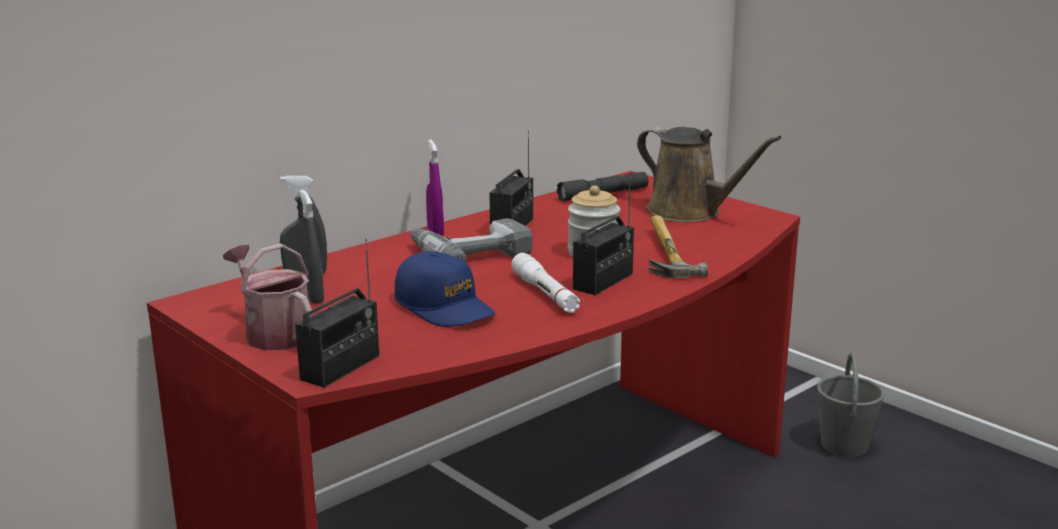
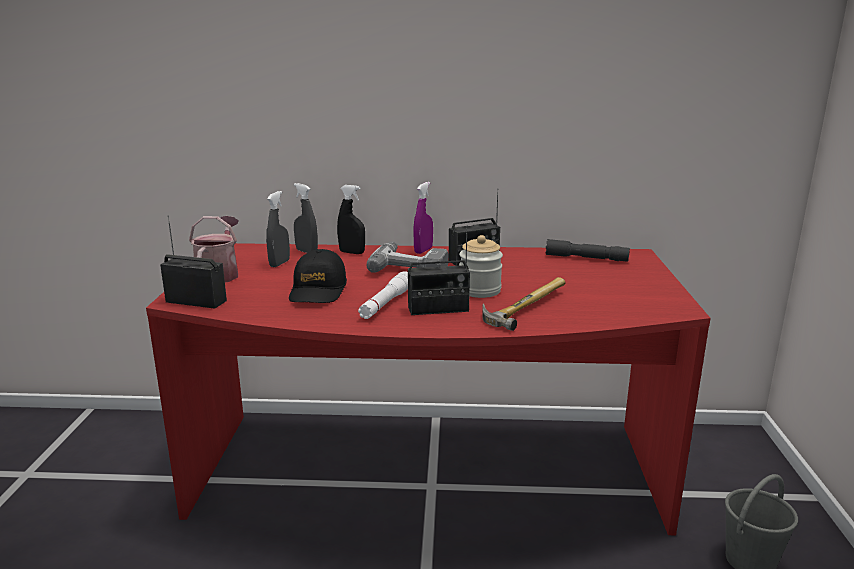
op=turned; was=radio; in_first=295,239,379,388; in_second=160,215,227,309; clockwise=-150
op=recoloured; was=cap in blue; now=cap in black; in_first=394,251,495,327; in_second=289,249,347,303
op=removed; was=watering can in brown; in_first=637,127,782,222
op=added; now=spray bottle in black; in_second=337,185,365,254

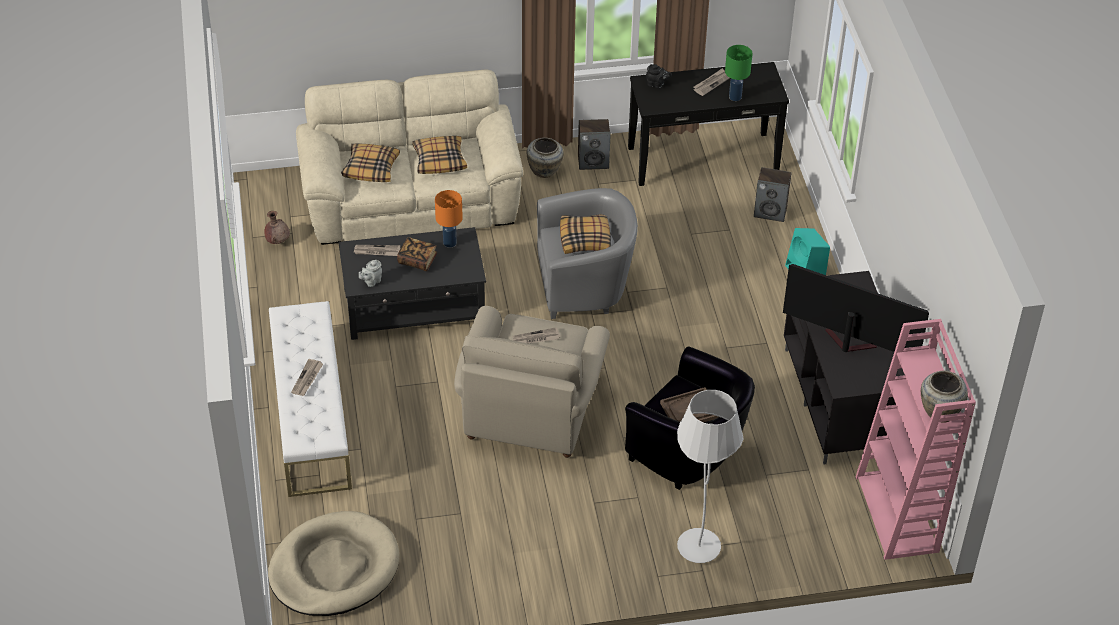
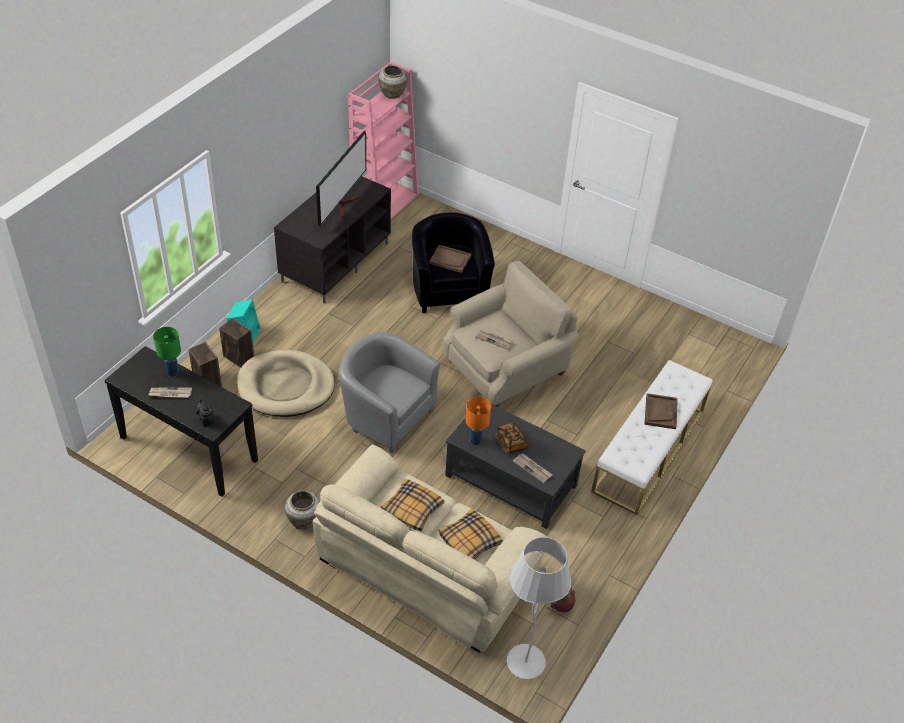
op=moved; was=dog bed in beige; in_first=268,511,399,616; in_second=237,350,335,417
op=replaced; was=newspaper; now=tray in brown; in_first=291,359,323,396; in_second=644,393,678,429
op=removed; was=teapot in grey; in_first=359,260,382,287
op=removed; was=pillow; in_first=560,214,611,254
op=moved; was=speaker; in_first=578,119,611,170; in_second=219,318,254,368
op=moved; was=floor lamp in white; in_first=677,390,743,563; in_second=507,537,571,679
op=turned; was=television; in_first=783,264,929,352; in_second=316,131,366,226; clockwise=-135

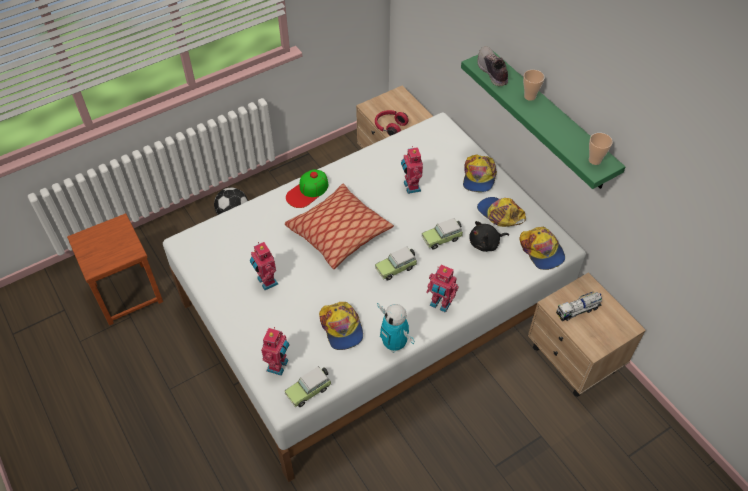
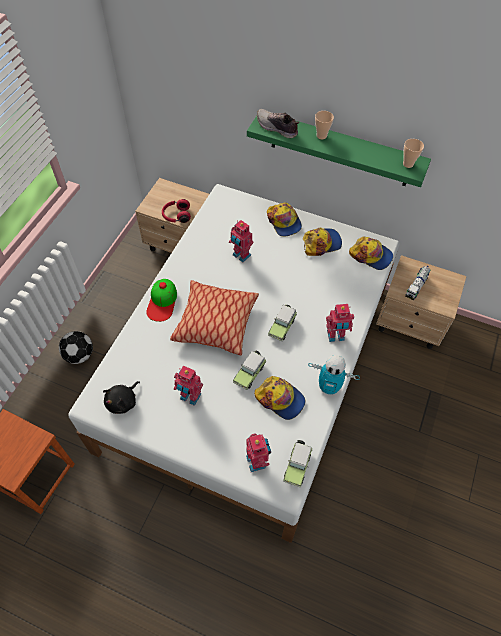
op=moved; was=toy car; in_first=422,218,463,250; in_second=233,351,266,390
op=moved; was=plush toy in black; in_first=469,221,509,252; in_second=103,381,140,414
op=turned; was=cap; in_first=477,197,526,227; in_second=303,228,342,256; clockwise=150

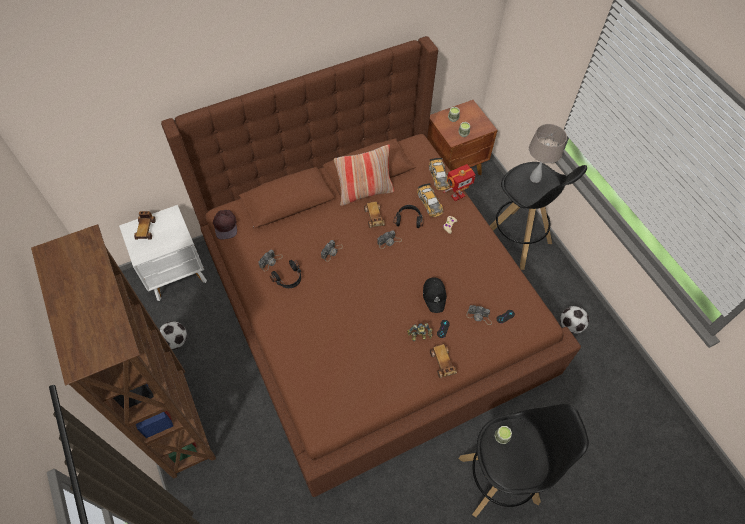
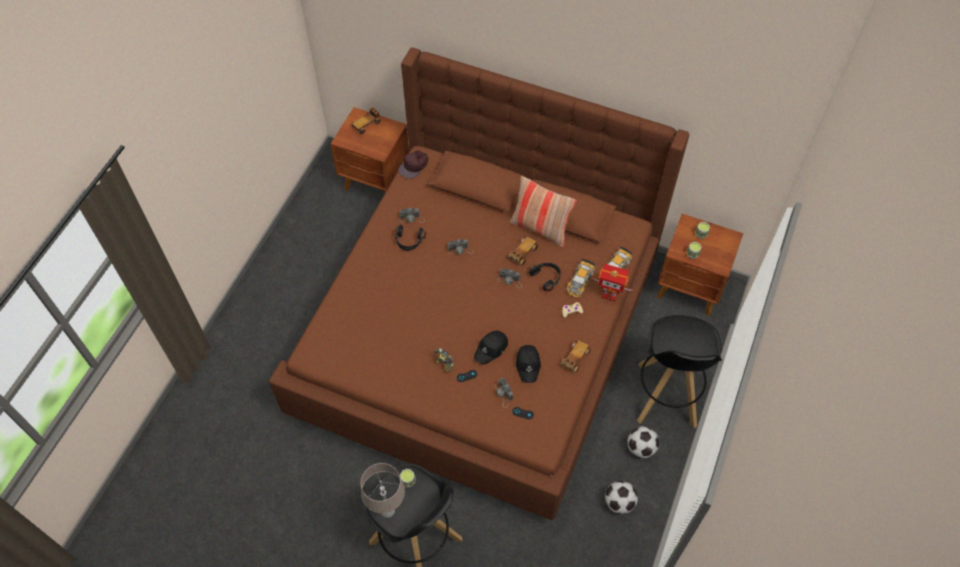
op=removed; was=bookcase in brown; in_first=31,224,216,479
op=recoloured; was=nightstand in white; now=nightstand in brown; in_first=119,205,207,301; in_second=330,107,409,193
op=moved; was=football; in_first=159,321,187,350; in_second=627,426,659,458
op=moved; was=toy car; in_first=430,344,457,378; in_second=560,340,591,373
op=moved; was=table lamp in beige; in_first=529,124,567,183; in_second=360,463,405,518
op=added; now=cap in black; in_second=516,345,541,383

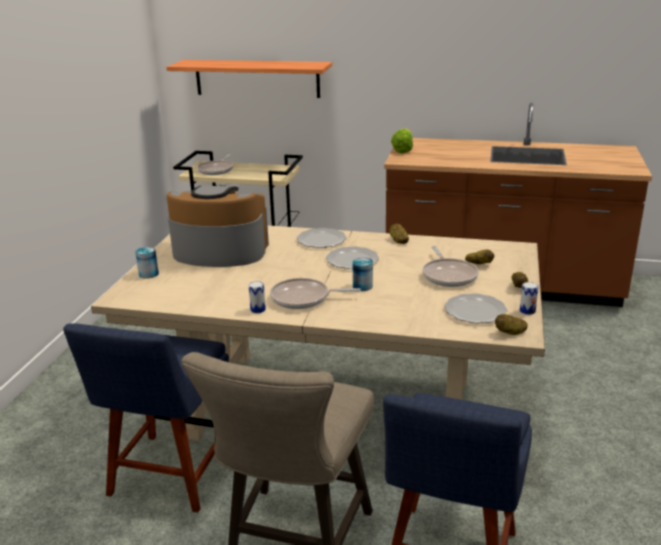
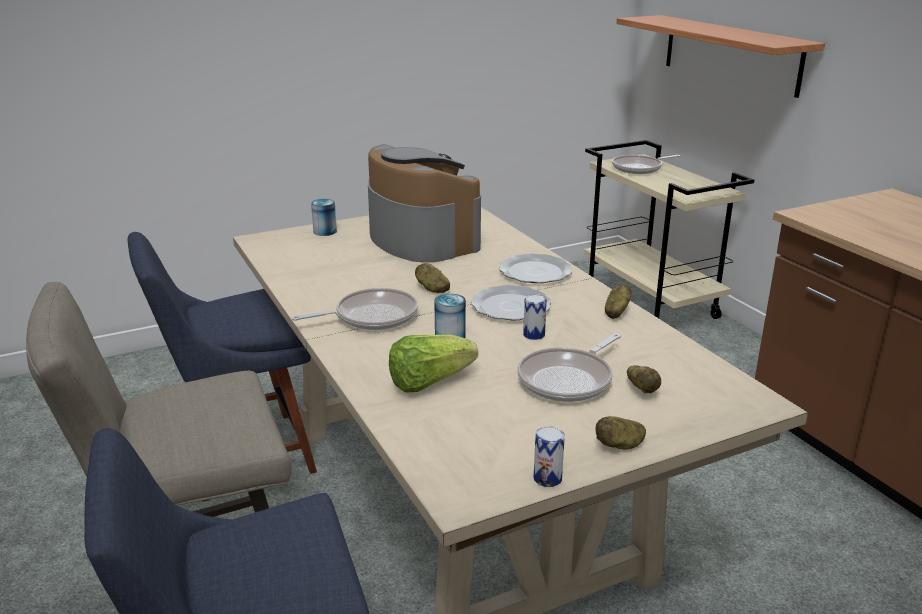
op=moved; was=can; in_first=249,281,266,313; in_second=523,294,547,340
op=turned; was=frying pan; in_first=270,278,361,309; in_second=292,288,418,330; clockwise=105
op=moved; was=lettuce; in_first=391,128,413,153; in_second=389,334,478,392
op=removed; was=plate; in_first=444,293,507,323
op=moved; was=potato; in_first=495,314,528,335; in_second=415,263,450,293

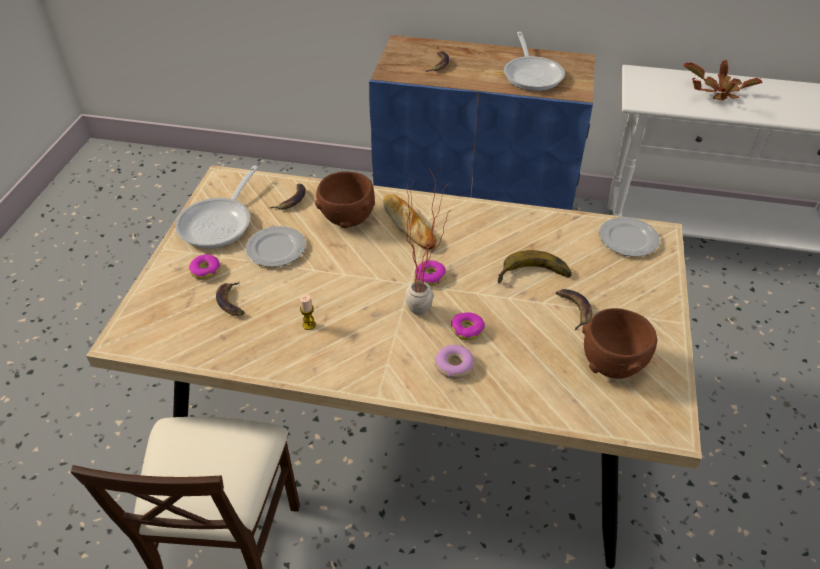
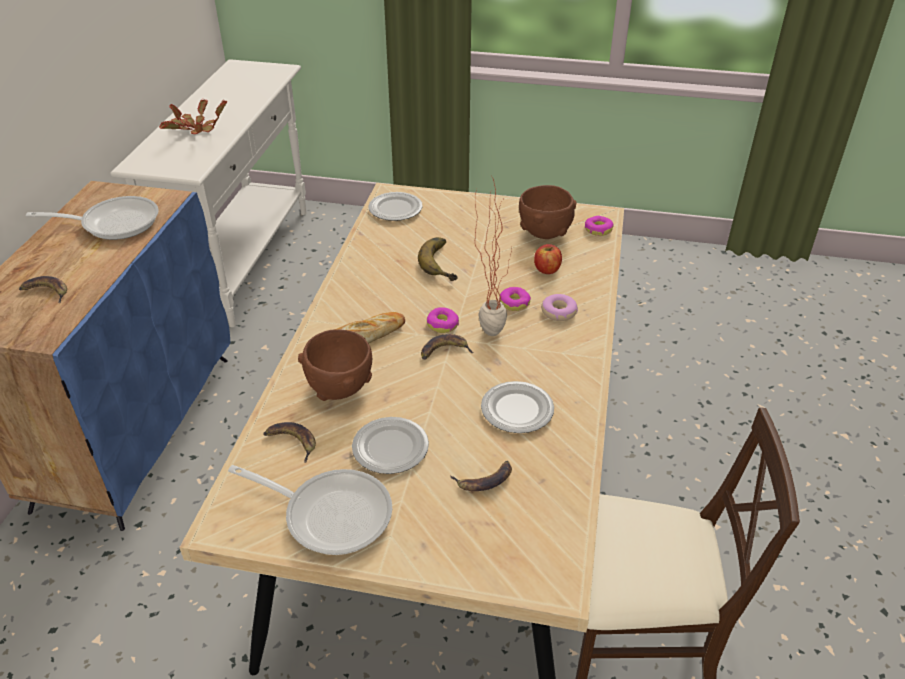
op=moved; was=donut; in_first=189,254,220,280; in_second=585,216,614,236
op=replaced; was=candle; now=plate; in_first=300,295,316,330; in_second=481,381,554,433
op=moved; was=banana; in_first=556,289,592,330; in_second=421,334,473,360
op=added; now=apple; in_second=534,244,562,274

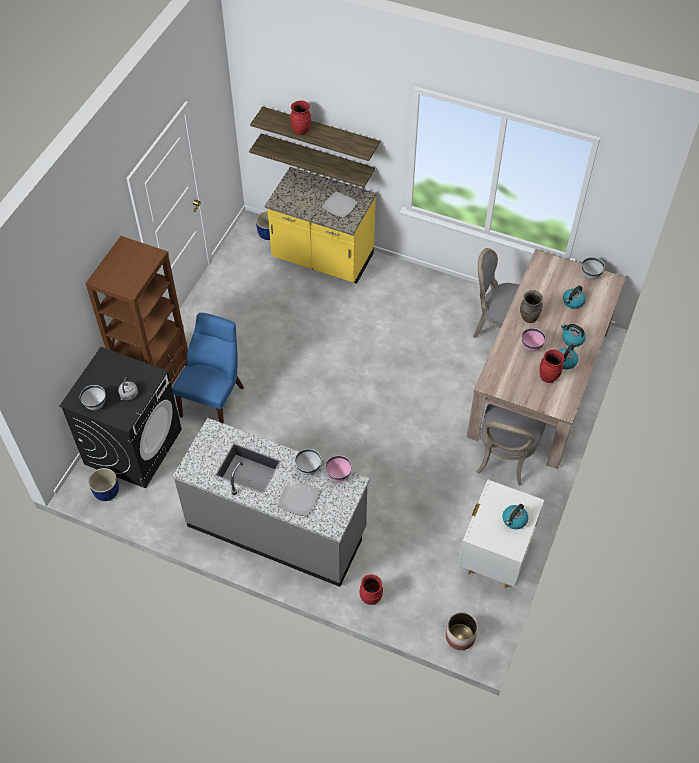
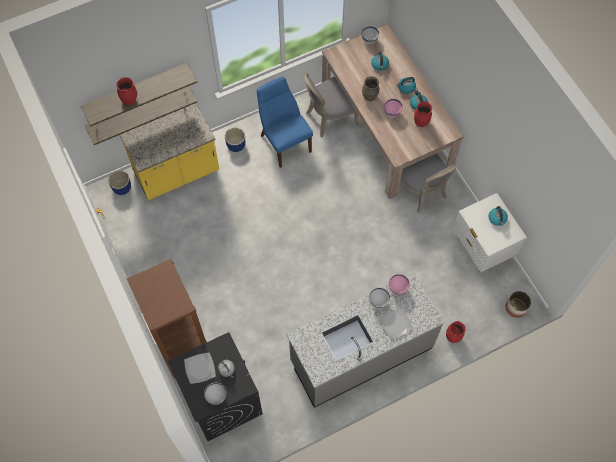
op=moved; was=planter in blue; in_first=88,468,119,501; in_second=225,128,245,152
op=moved; was=chair in blue; in_first=172,313,244,424; in_second=257,77,313,168
op=moved; was=plate; in_first=322,192,358,218; in_second=184,352,216,384

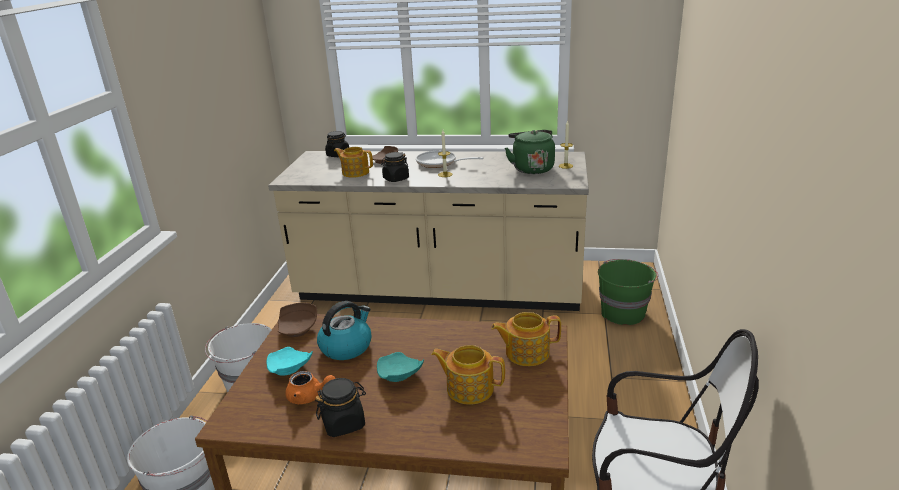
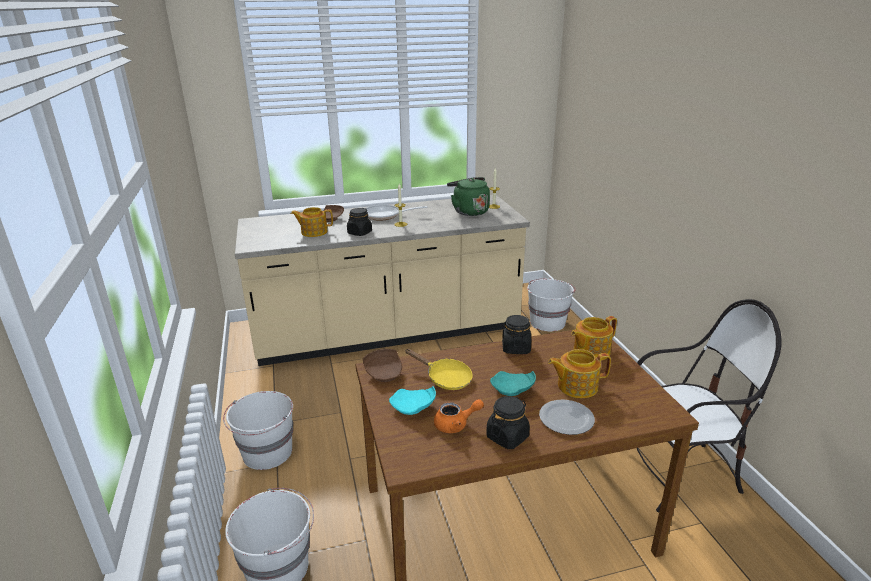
op=replaced; was=kettle; now=frying pan in yellow; in_first=317,301,372,360; in_second=405,349,473,390
op=moved; was=jar in black; in_first=325,131,349,157; in_second=502,315,531,354
op=recoloured; was=bucket in green; now=bucket in white; in_first=598,259,658,325; in_second=527,279,576,332
op=added; now=plate; in_second=539,400,595,435

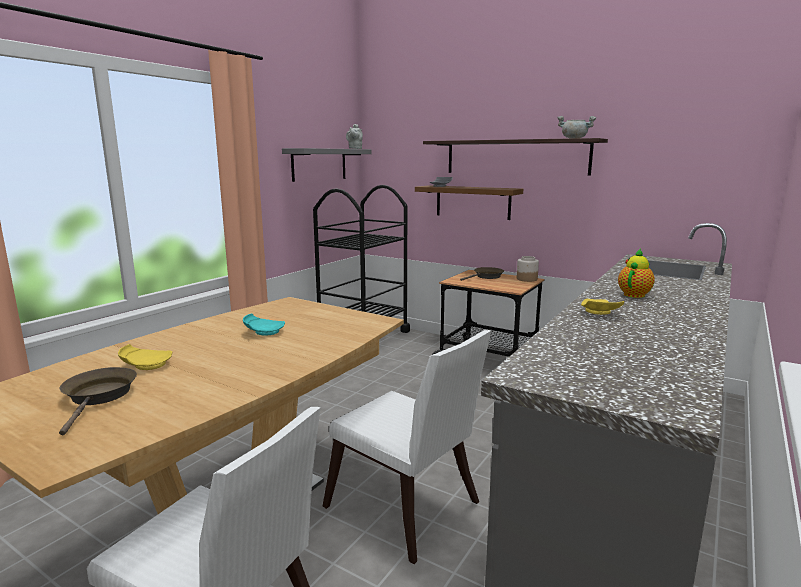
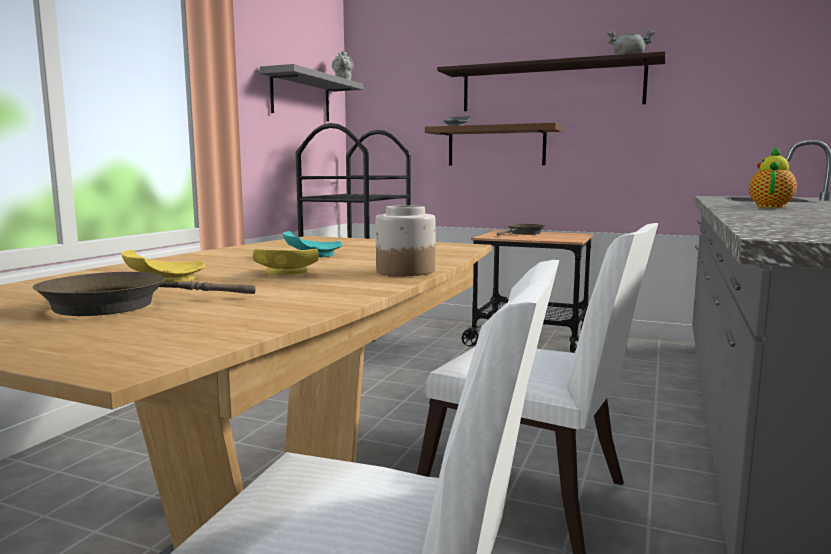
op=turned; was=frying pan in brown; in_first=59,367,137,436; in_second=33,272,256,316; clockwise=-90
op=moved; was=jar; in_first=517,256,539,282; in_second=376,205,436,276
op=moved; was=plate in yellow; in_first=581,299,624,315; in_second=253,249,319,275

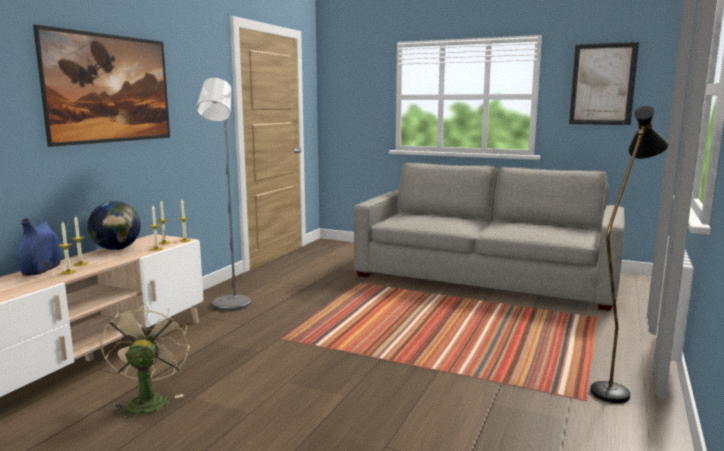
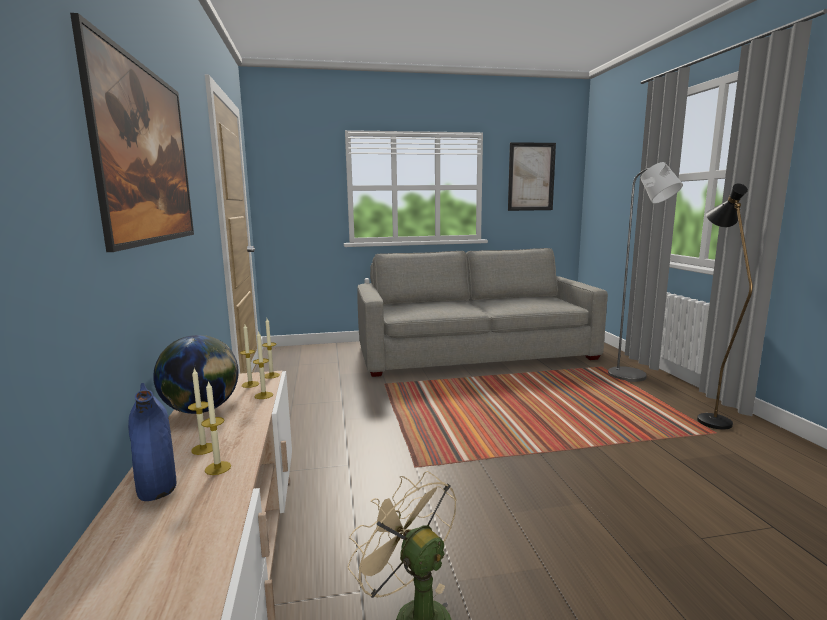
op=moved; was=floor lamp in grey; in_first=196,78,251,311; in_second=608,162,683,382

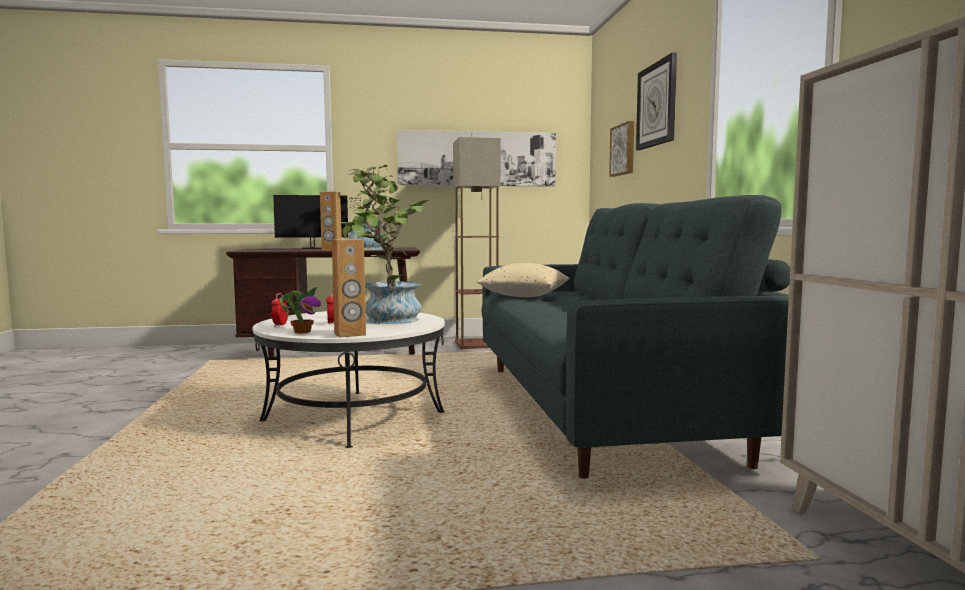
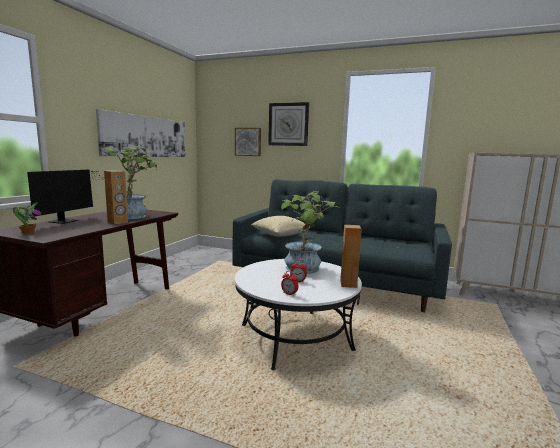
op=moved; was=potted plant; in_first=280,287,321,333; in_second=13,202,42,233
op=removed; was=floor lamp; in_first=453,137,501,349

